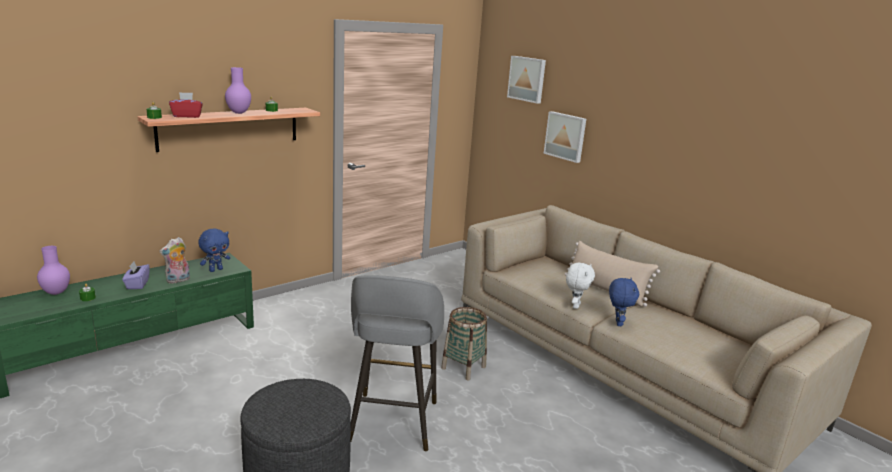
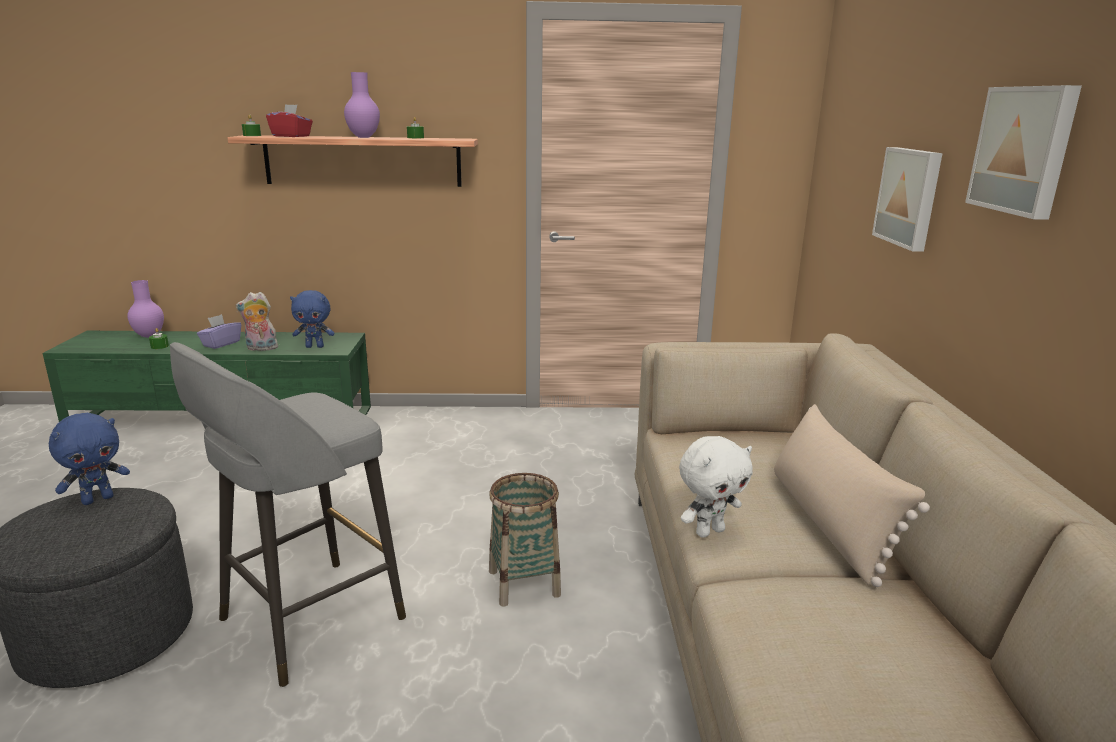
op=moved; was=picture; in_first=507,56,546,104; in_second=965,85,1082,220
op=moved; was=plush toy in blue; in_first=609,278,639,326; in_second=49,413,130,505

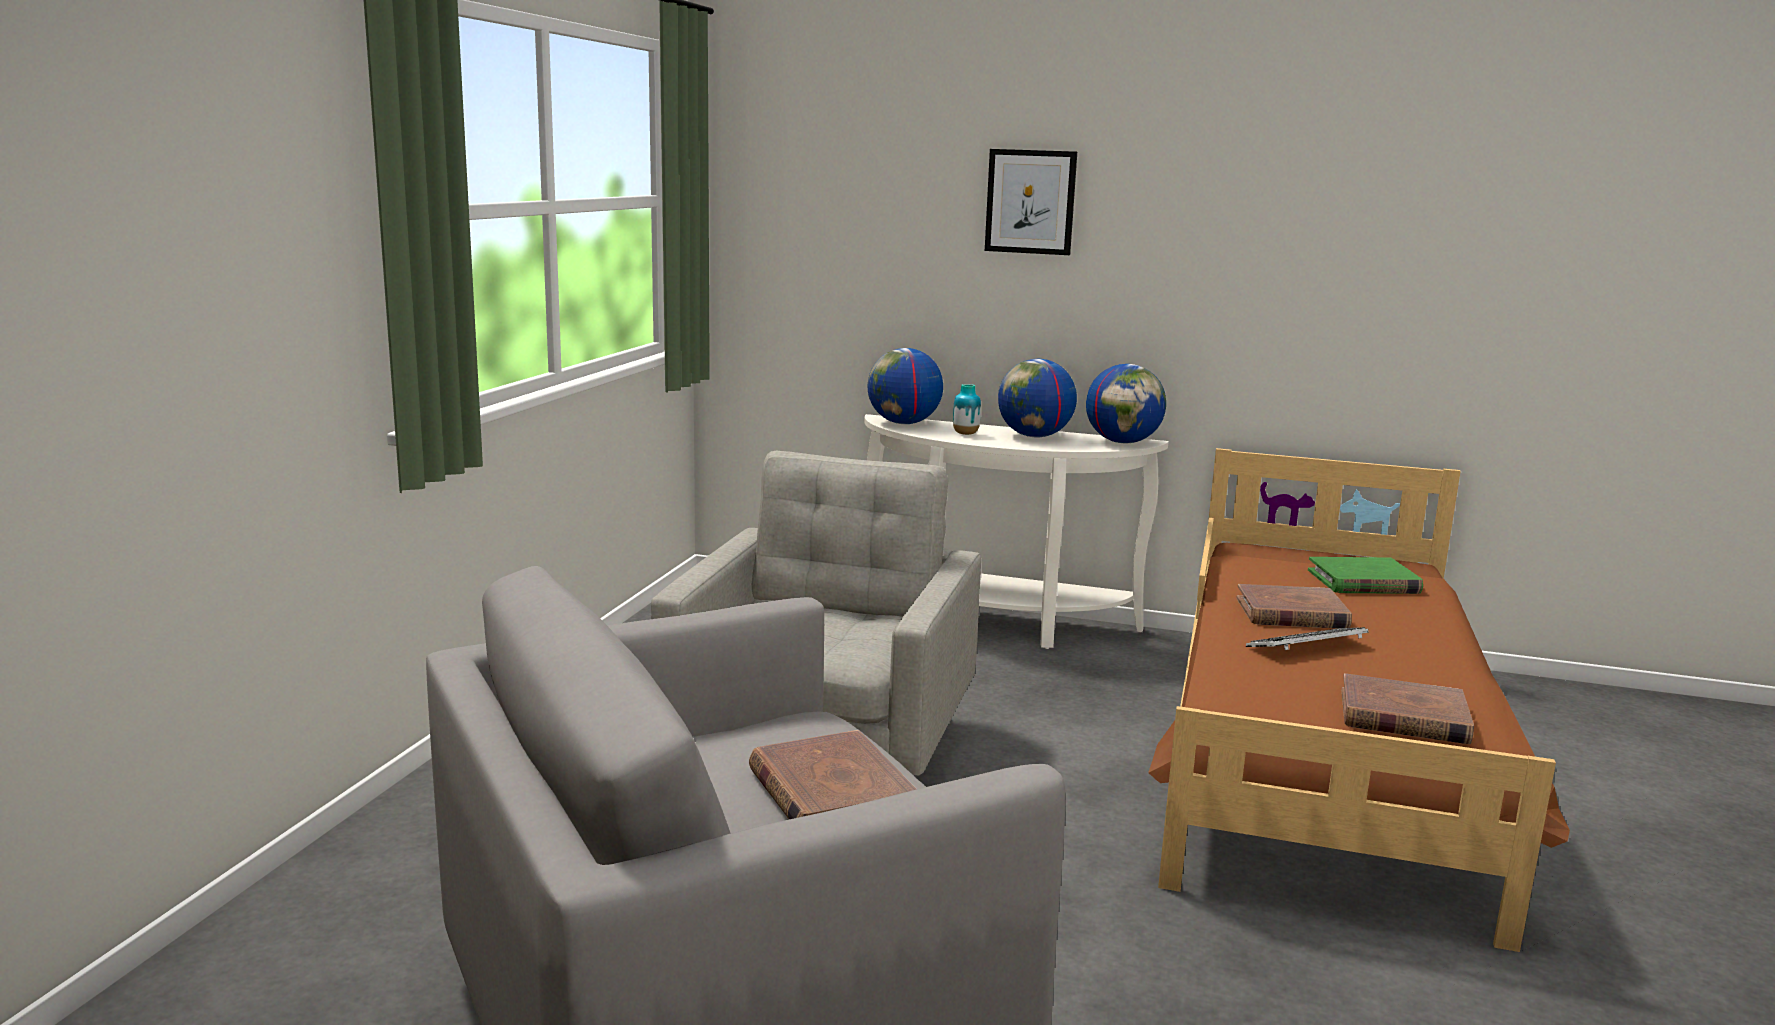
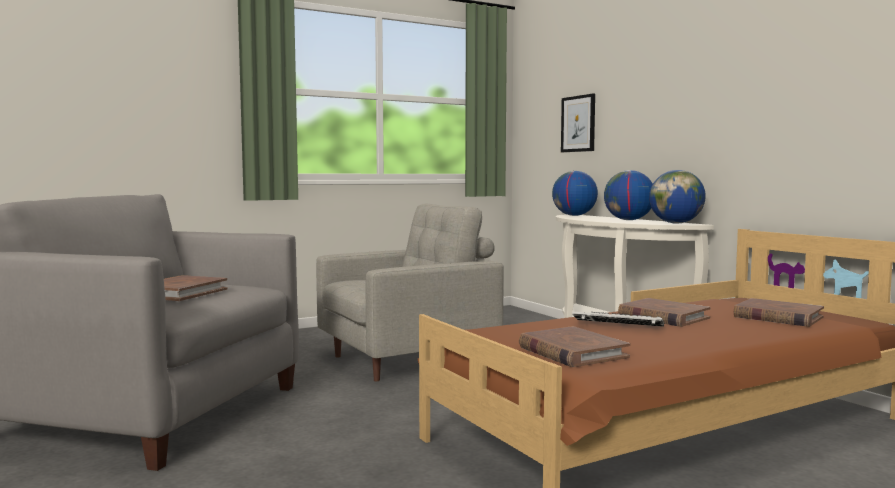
op=removed; was=vase; in_first=953,384,981,435
op=moved; was=picture; in_first=985,149,1077,255; in_second=561,93,595,152
op=recoloured; was=book in green; now=book in brown; in_first=1308,557,1423,594; in_second=734,298,824,327

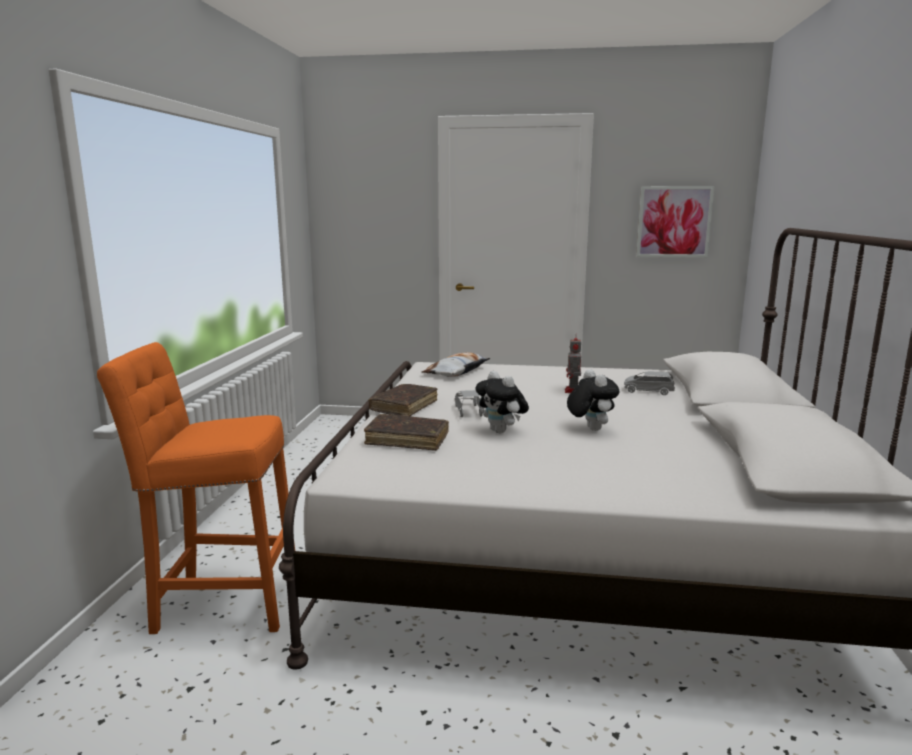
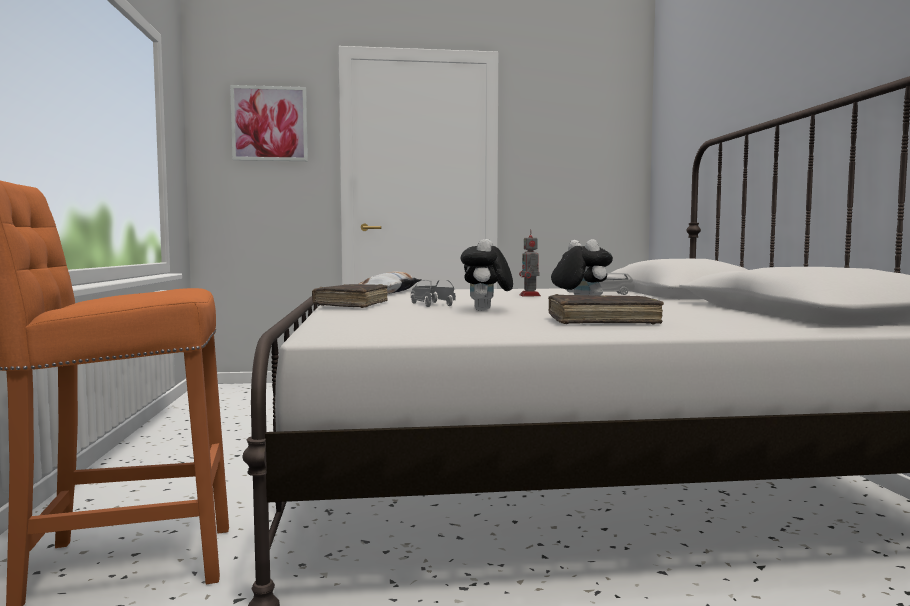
op=moved; was=book in brown; in_first=364,414,449,451; in_second=548,294,664,324
op=turned; was=plush toy; in_first=475,371,529,433; in_second=461,239,513,311; clockwise=60
op=moved; was=picture; in_first=636,186,714,258; in_second=230,85,308,161

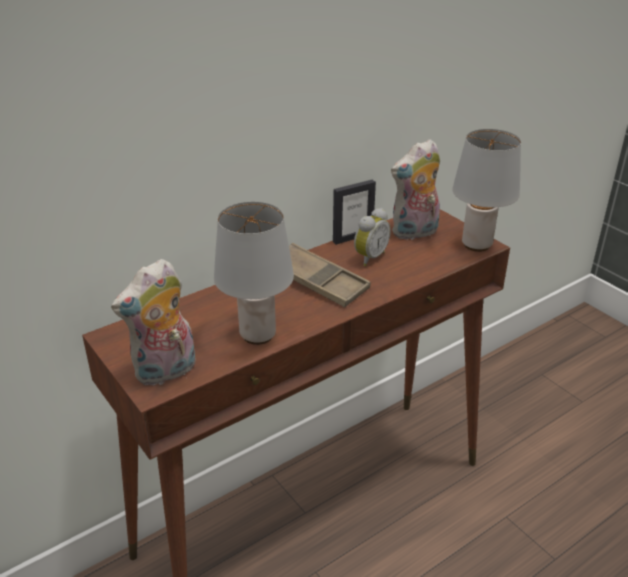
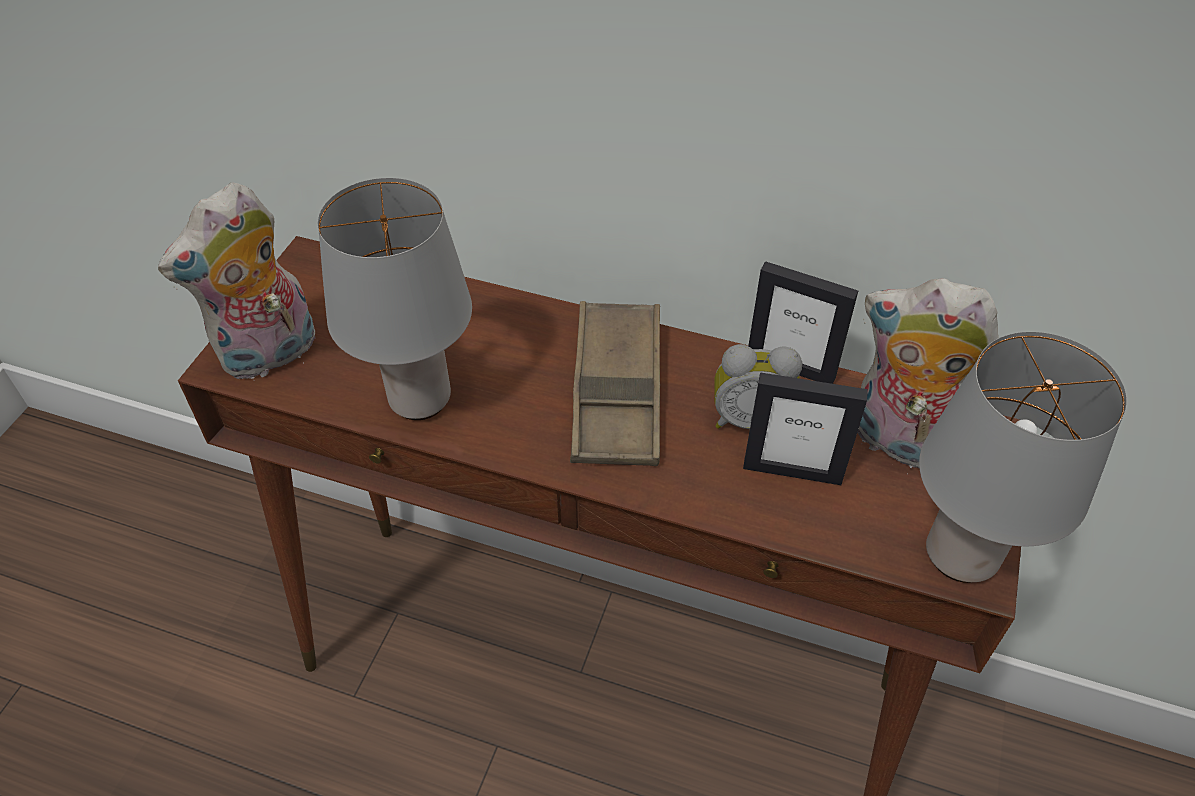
op=turned; was=plush toy; in_first=111,259,195,386; in_second=158,182,315,381; clockwise=-60
op=added; now=picture frame; in_second=743,372,868,485

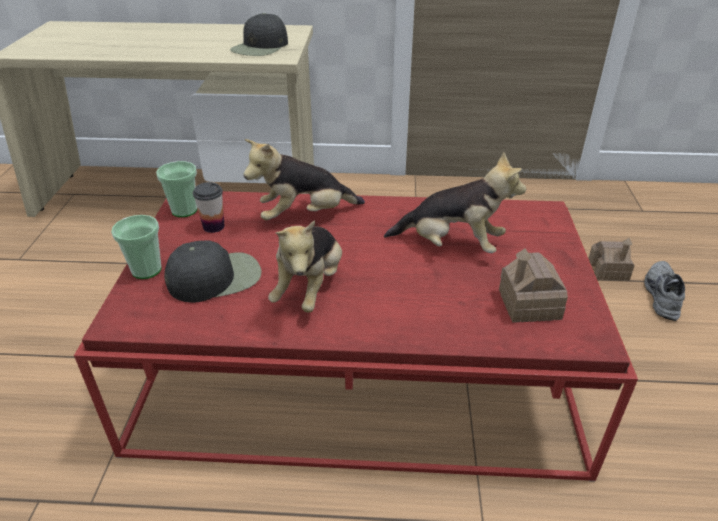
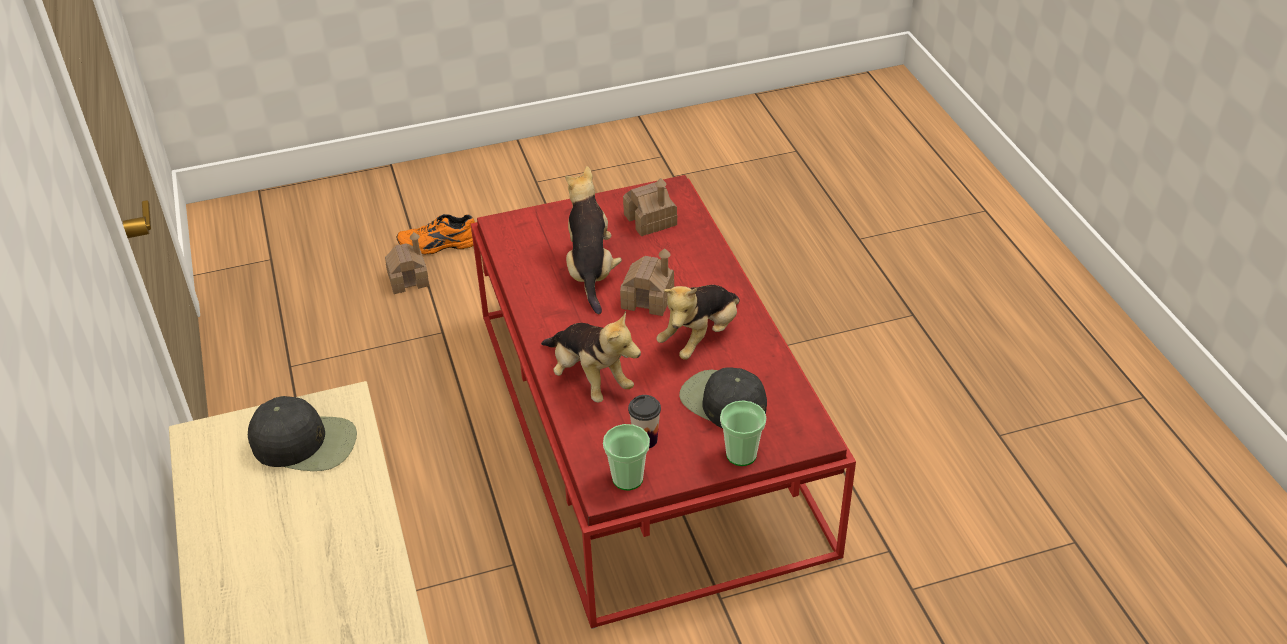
op=turned; was=plush toy; in_first=268,220,342,313; in_second=656,285,740,360; clockwise=135
op=recoloured; was=shoe in grey; now=shoe in orange; in_first=644,261,685,321; in_second=397,214,475,255
op=added; now=toy house; in_second=620,248,674,316

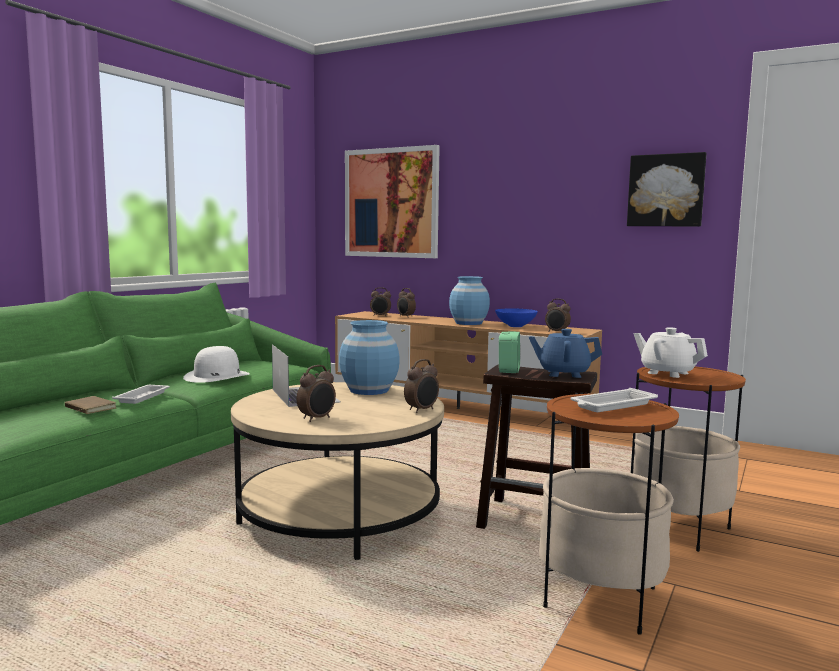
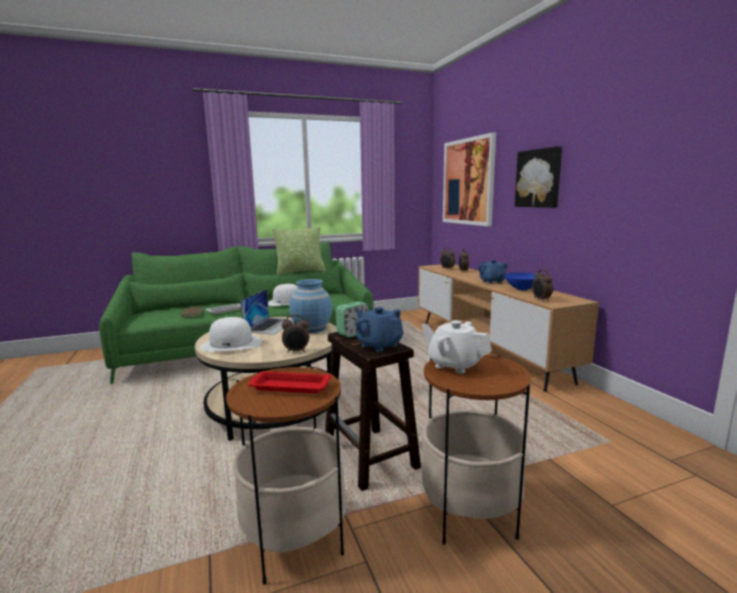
op=replaced; was=alarm clock; now=hat in white; in_first=296,365,336,422; in_second=200,317,262,352
op=replaced; was=vase in blue; now=teapot in blue; in_first=449,276,490,325; in_second=478,260,508,284
op=recoloured; was=tray in white; now=tray in red; in_first=570,388,658,412; in_second=248,371,331,393
op=moved; was=picture; in_first=627,152,707,226; in_second=515,146,562,208
op=turned; was=teapot in white; in_first=634,327,708,378; in_second=422,320,492,374; clockwise=-45
op=added; now=pillow; in_second=272,226,326,275

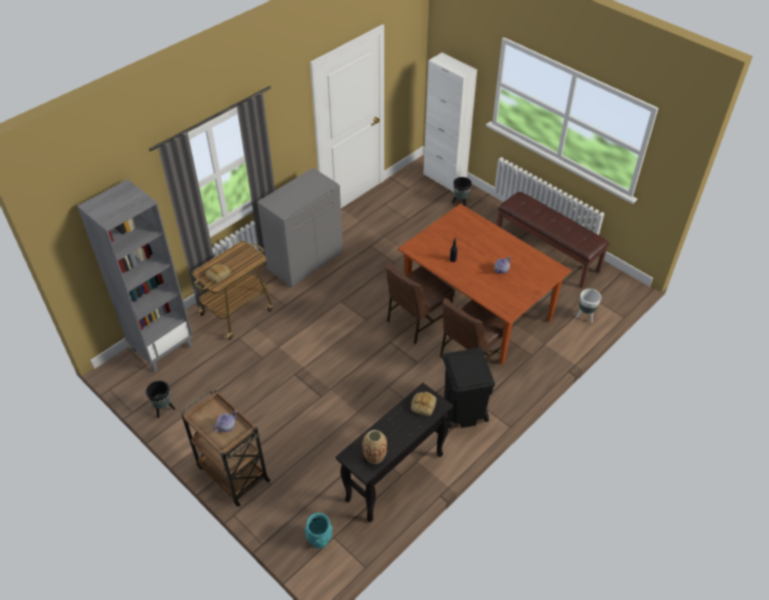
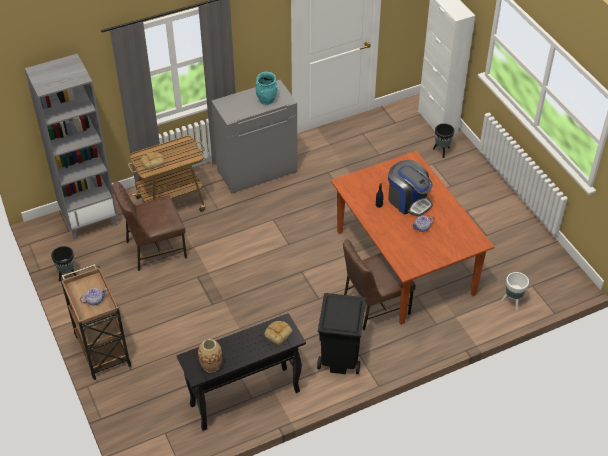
op=moved; was=vase in turquoise; in_first=305,513,333,548; in_second=256,72,278,105
op=moved; was=chair in brown; in_first=386,262,455,344; in_second=112,182,187,271
op=removed; was=bench in brown; in_first=497,192,609,288
op=added; now=coffee machine; in_second=388,160,433,216

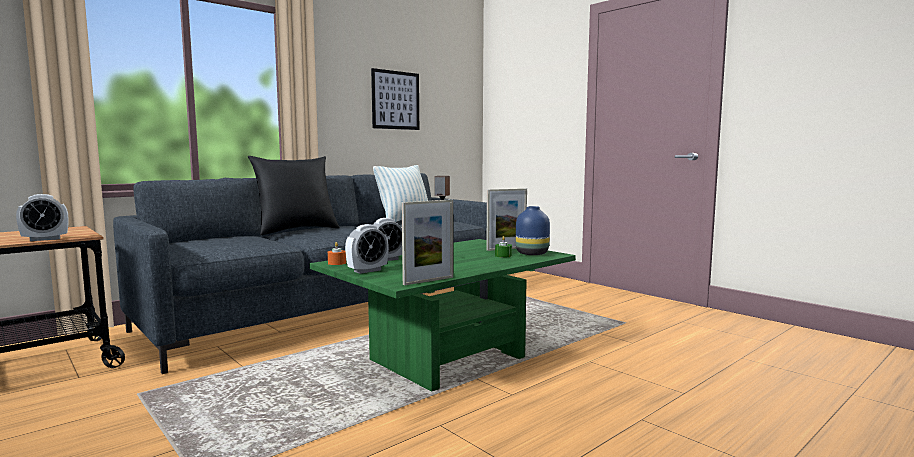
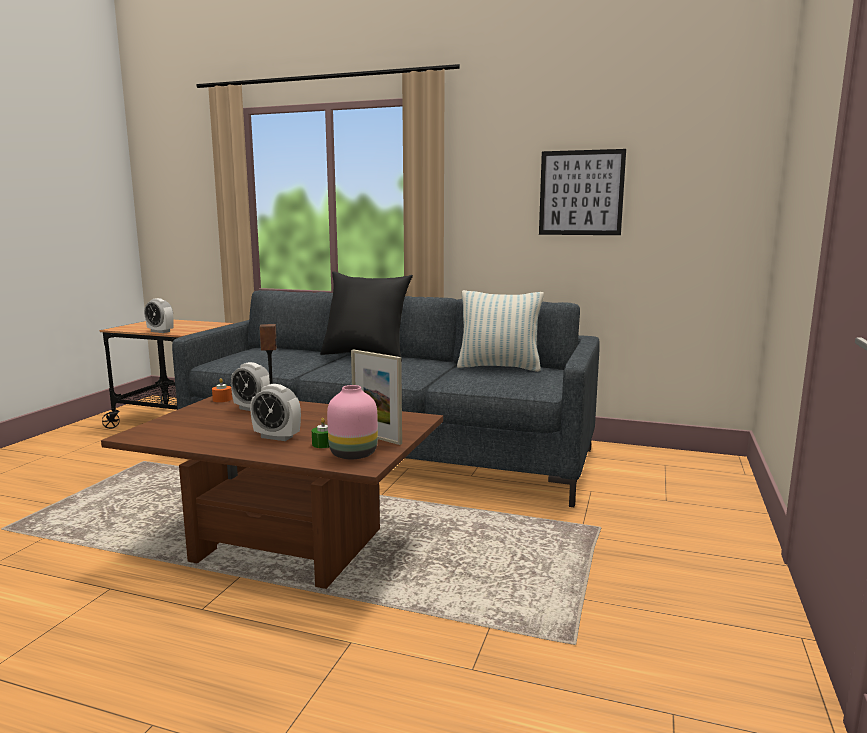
op=recoloured; was=coffee table in green; now=coffee table in brown; in_first=309,239,576,392; in_second=101,396,443,589
op=moved; was=alarm clock; in_first=345,224,389,274; in_second=250,384,301,441
op=removed; was=picture frame; in_first=402,199,453,285
op=recoloured; was=vase in blue; now=vase in pink; in_first=516,206,550,255; in_second=327,385,378,459

